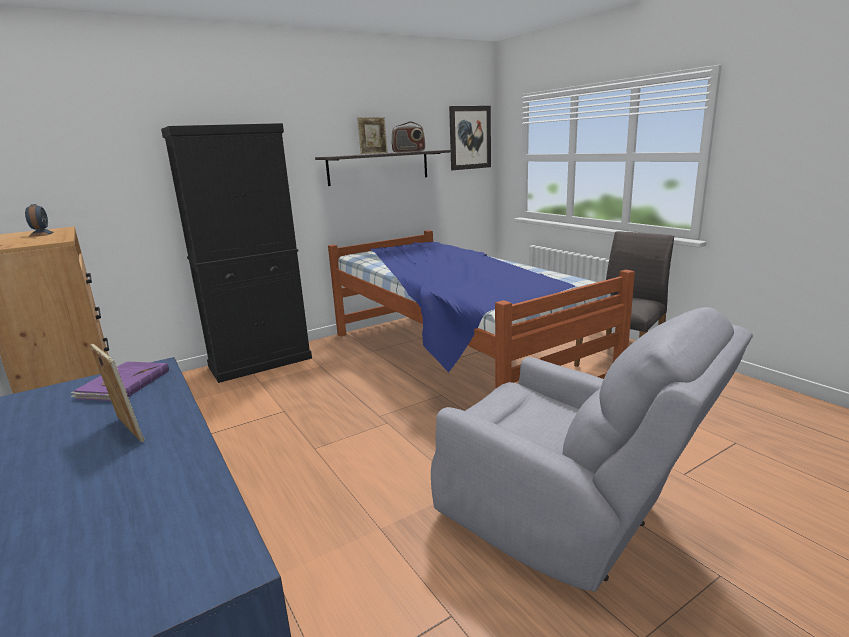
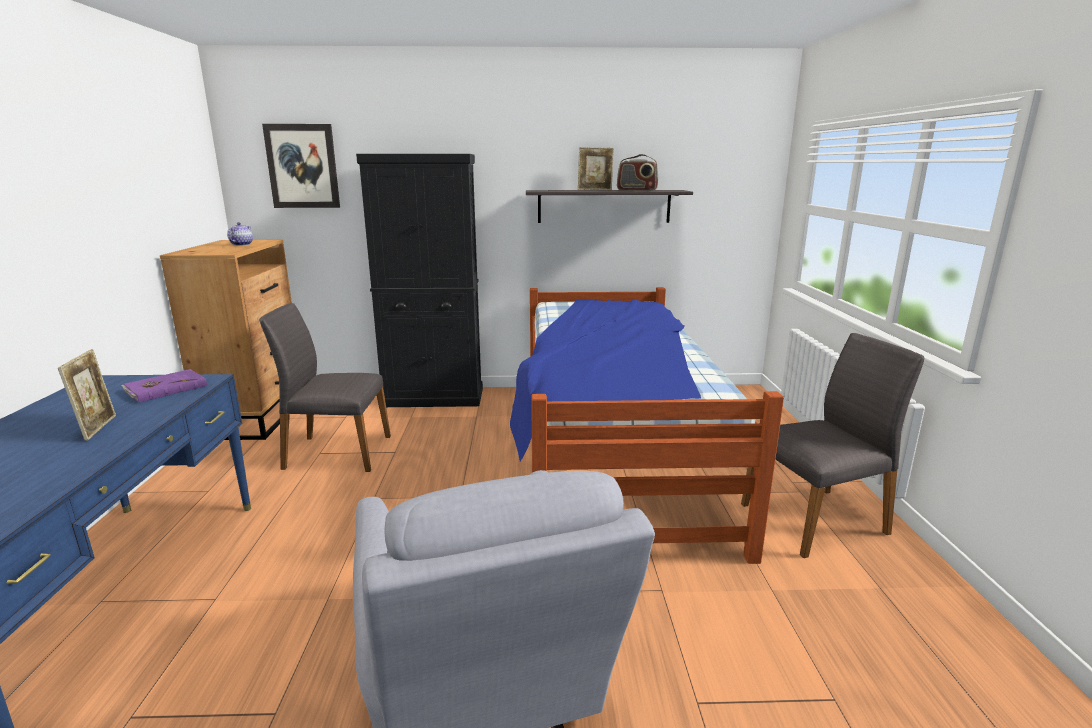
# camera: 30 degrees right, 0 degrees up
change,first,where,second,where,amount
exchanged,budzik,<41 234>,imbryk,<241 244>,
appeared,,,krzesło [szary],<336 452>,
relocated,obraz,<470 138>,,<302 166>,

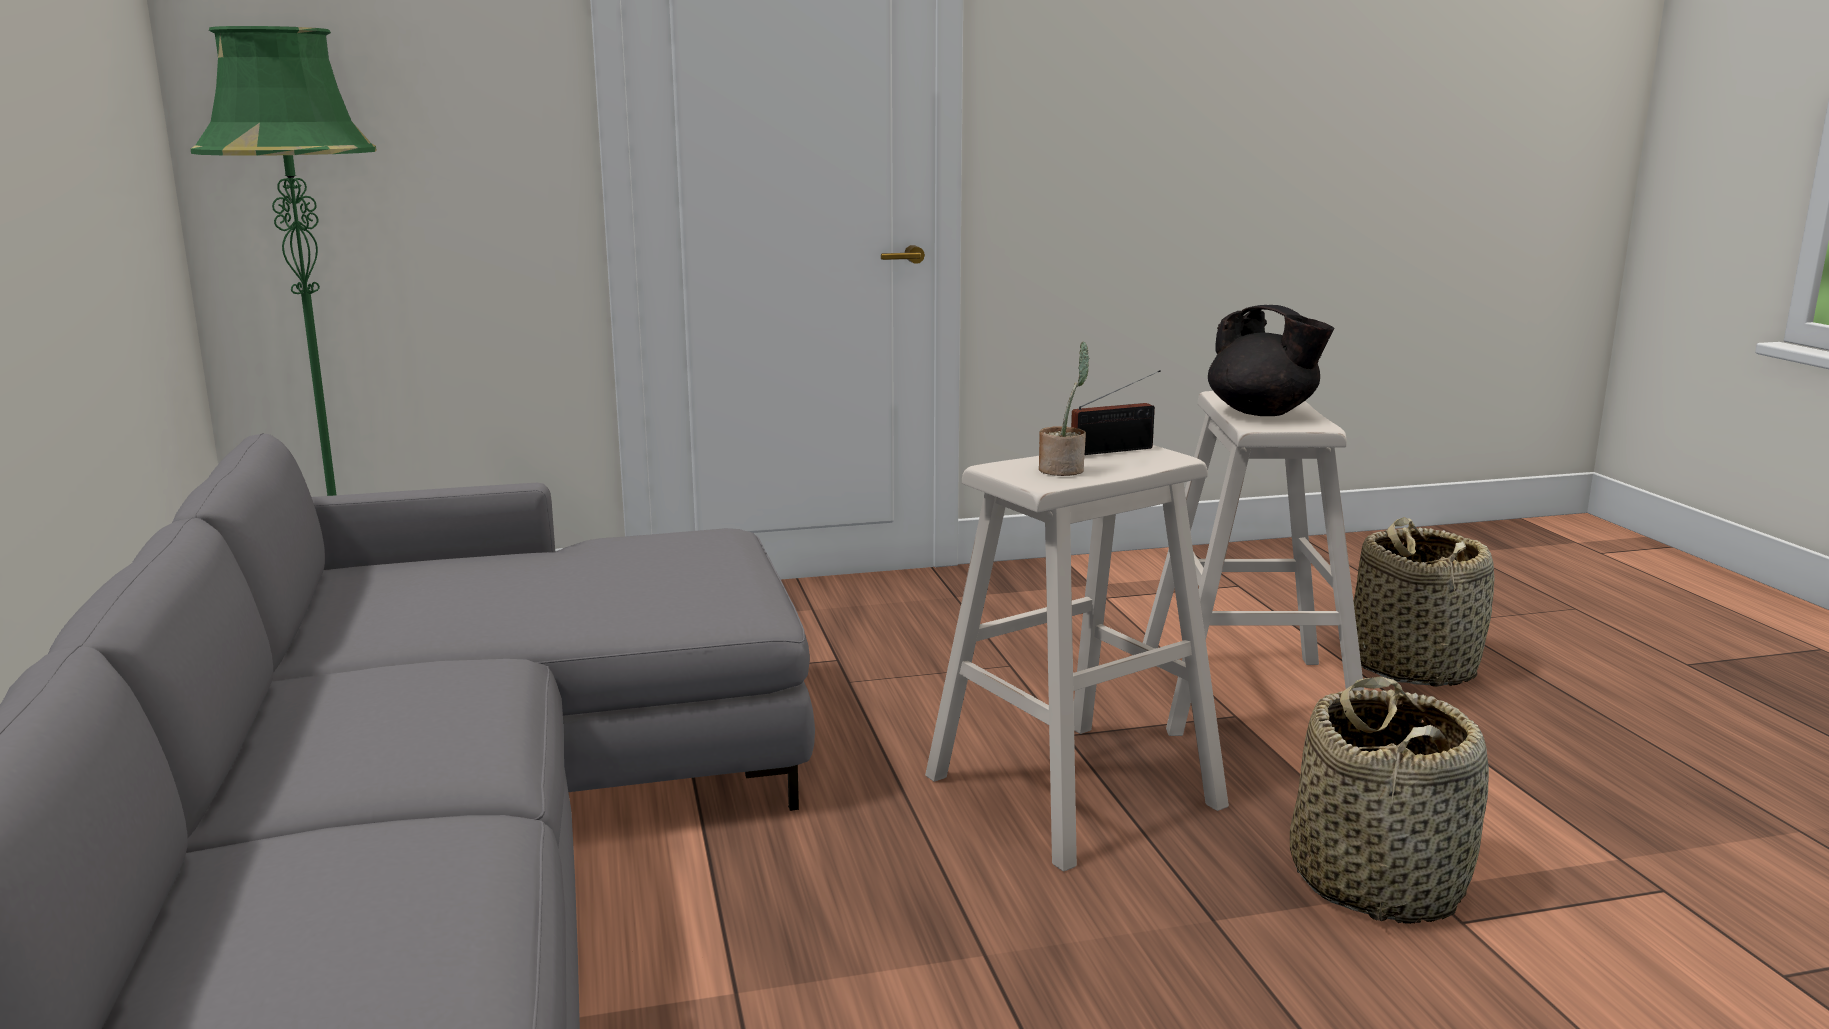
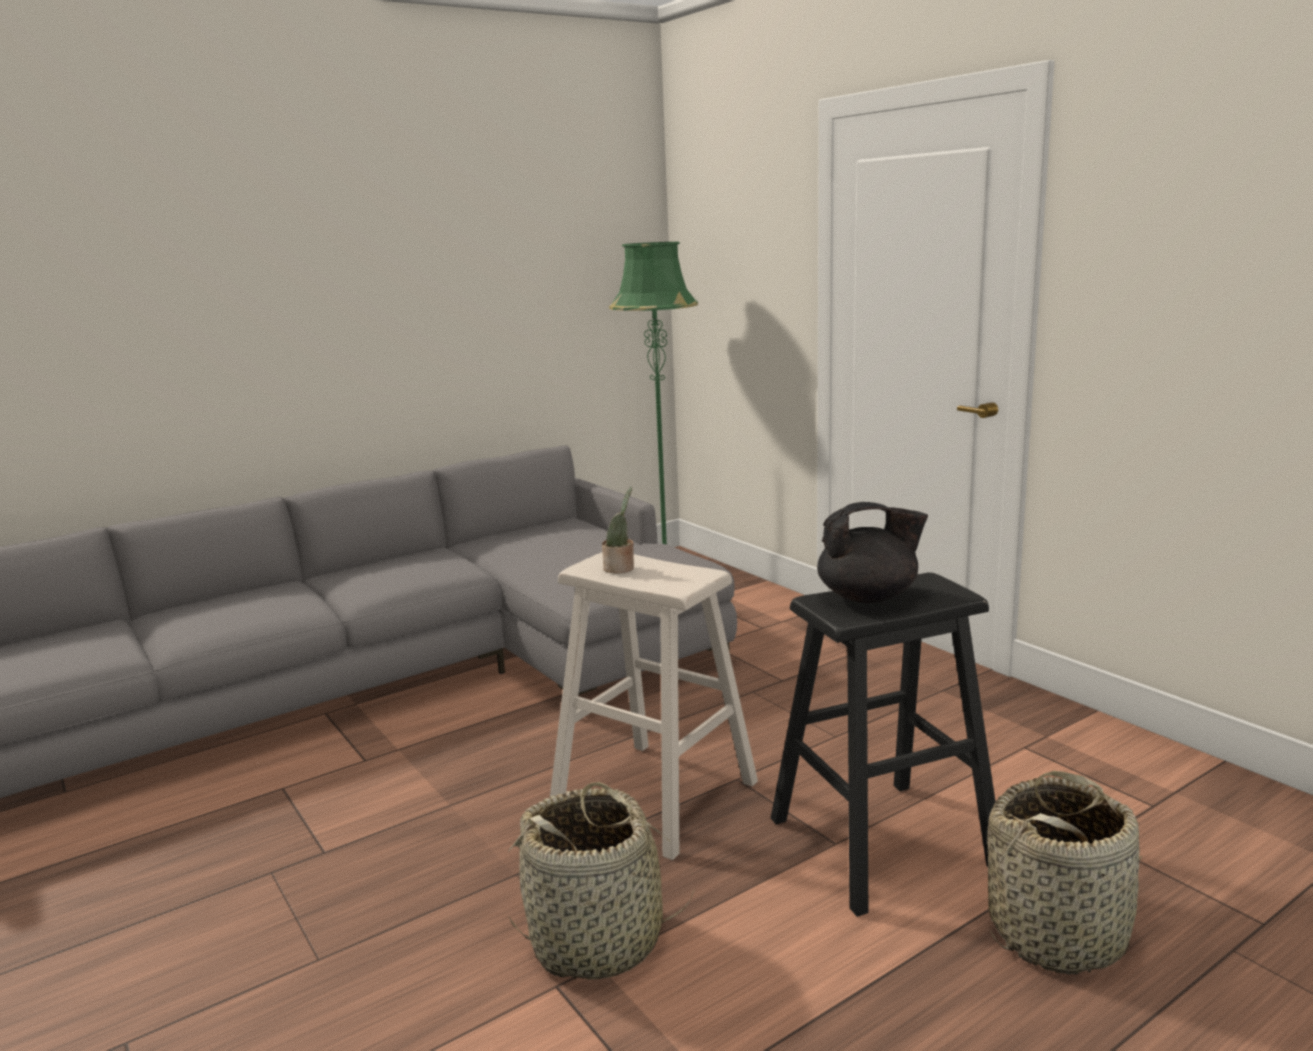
# camera: 70 degrees right, 0 degrees up
change,first,where,second,where,amount
colour,stołek [beżowy],<1246 696>,stołek [czarny],<881 844>,
spun,imbryk [czarny],<1263 413>,,<869 597>,120 degrees counterclockwise
missing,radio,<1116 450>,,,

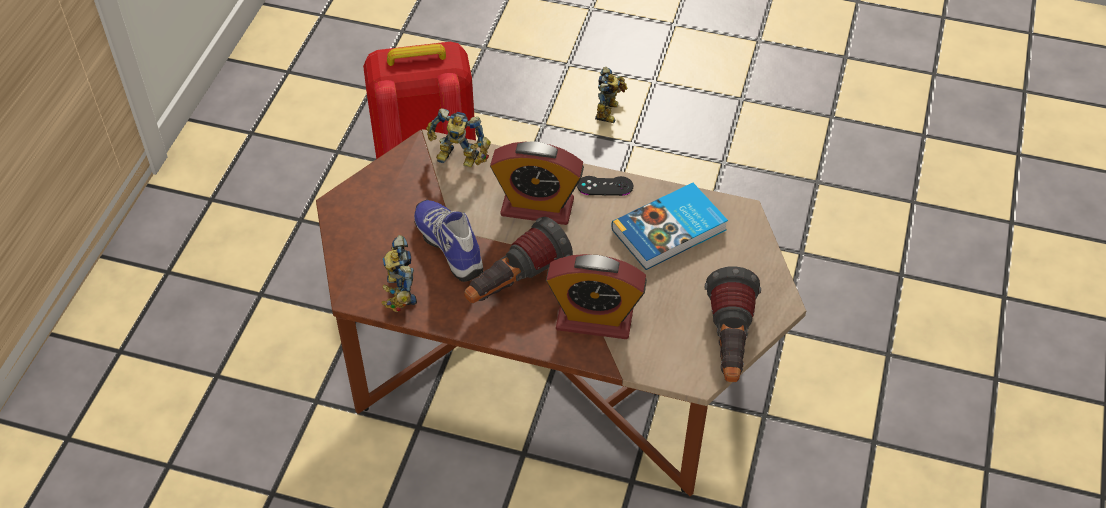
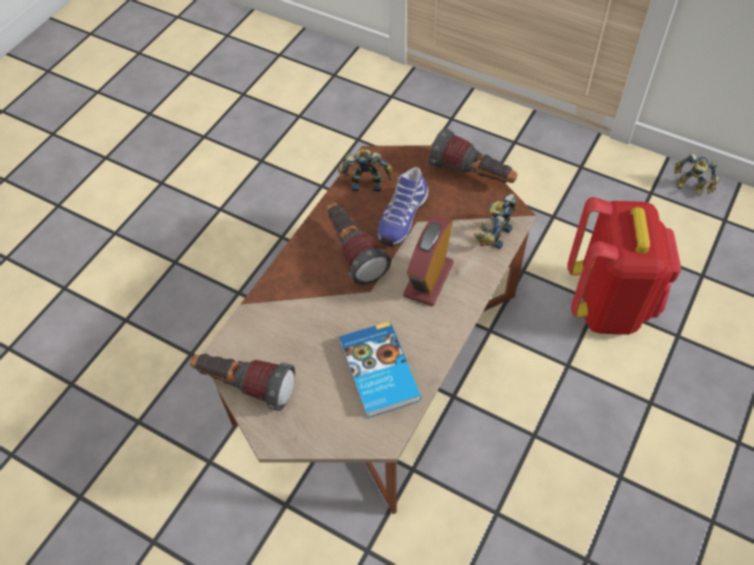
# camera: 105 degrees right, 5 degrees up
change,first,where,second,where,amount
spun,but,<451 246>,,<401 217>,135 degrees clockwise
appeared,,,latarka,<472 175>,
relocated,robot zabawkowy,<610 111>,,<690 188>,
missing,budzik,<594 319>,,,
missing,pad do gier [czarny],<605 186>,,,

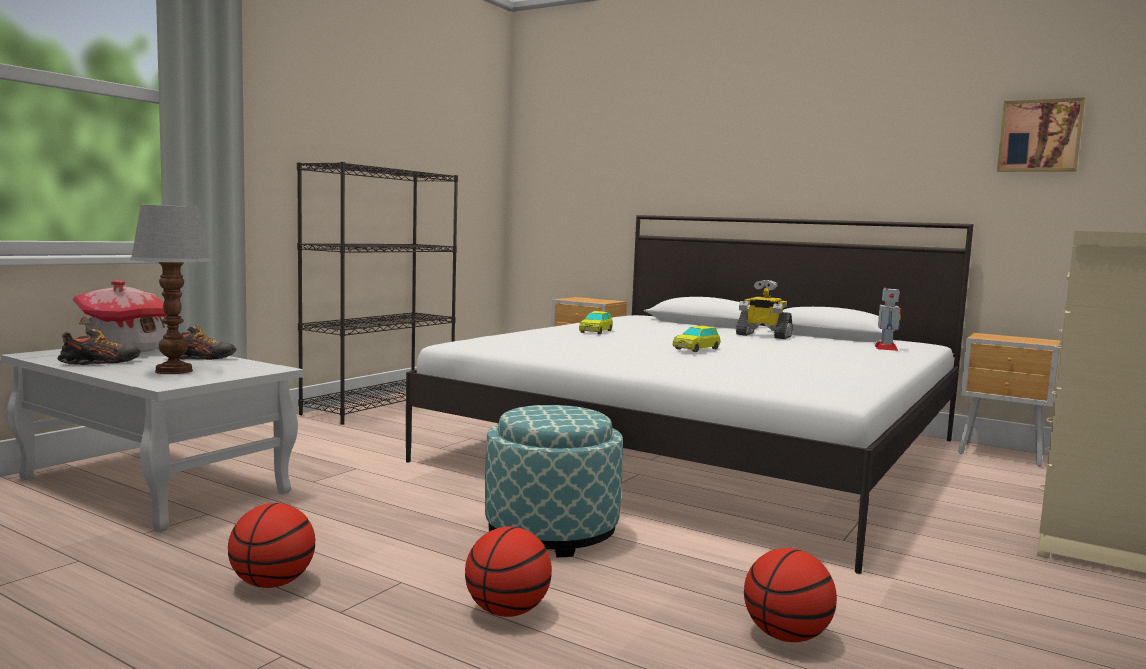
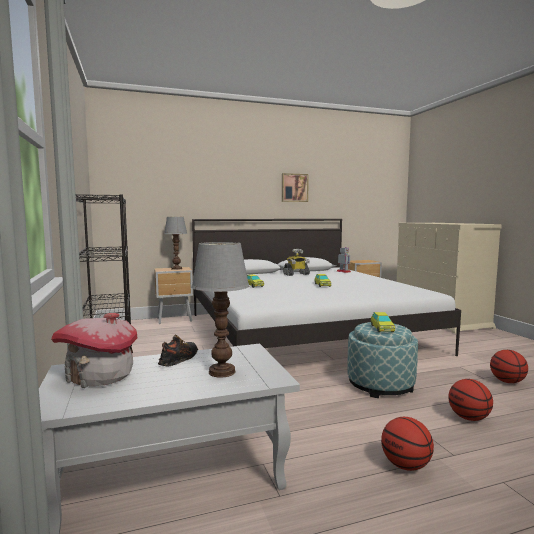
# camera: 50 degrees left, 0 degrees up
change,first,where,second,where,amount
appeared,,,lampa stołowa,<176 268>,
relocated,obraz,<1040 136>,,<294 188>,
appeared,,,samochodzik,<382 329>,
missing,but,<101 363>,,,

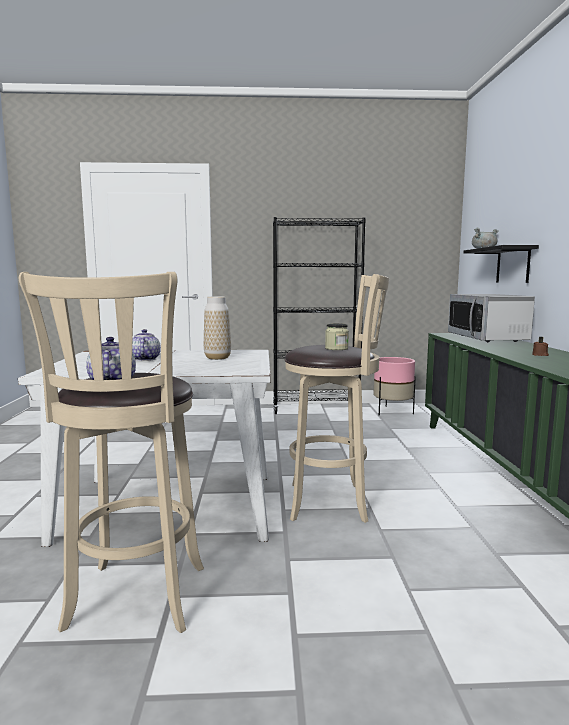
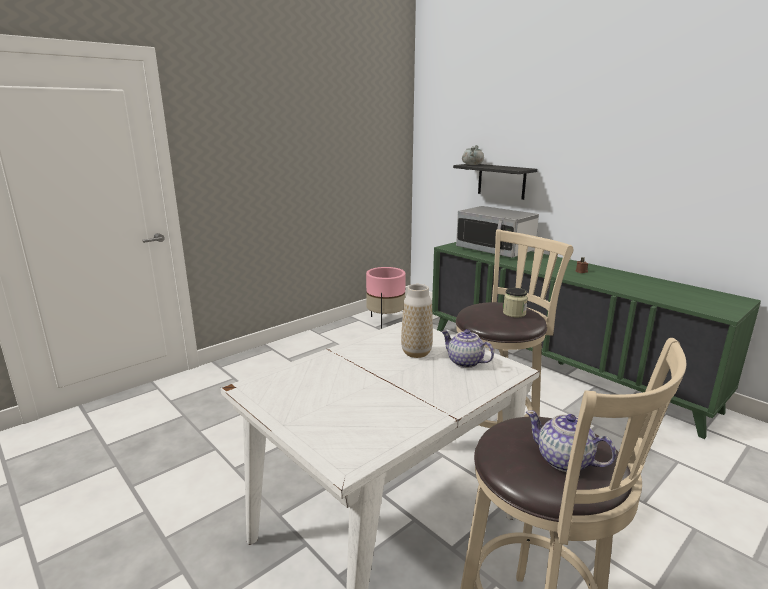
# camera: 40 degrees left, 10 degrees up
change,first,where,second,where,amount
relocated,imbryk,<144 359>,,<464 362>,
missing,regał [czarny],<315 409>,,,

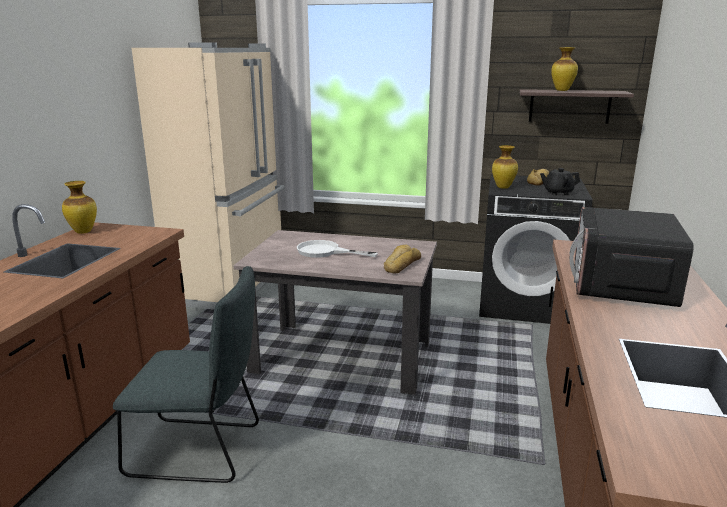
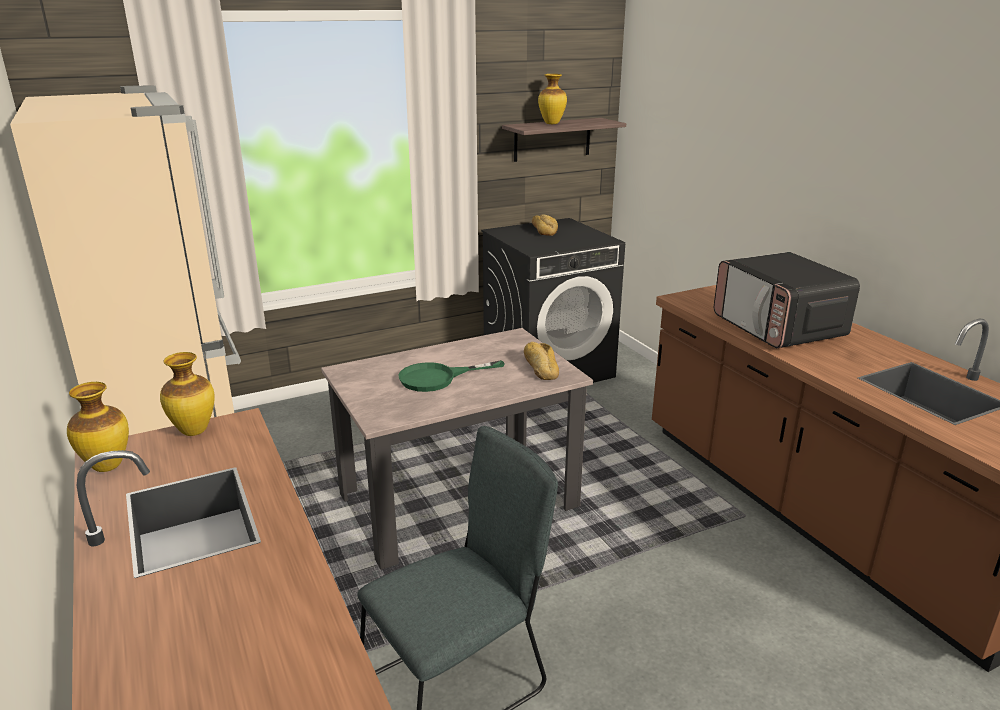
# camera: 40 degrees left, 5 degrees up
change,first,where,second,where,amount
relocated,wazon,<503 187>,,<195 431>,
colour,patelnia [biały],<325 252>,patelnia [zielony],<437 378>,
missing,imbryk [czarny],<558 193>,,,

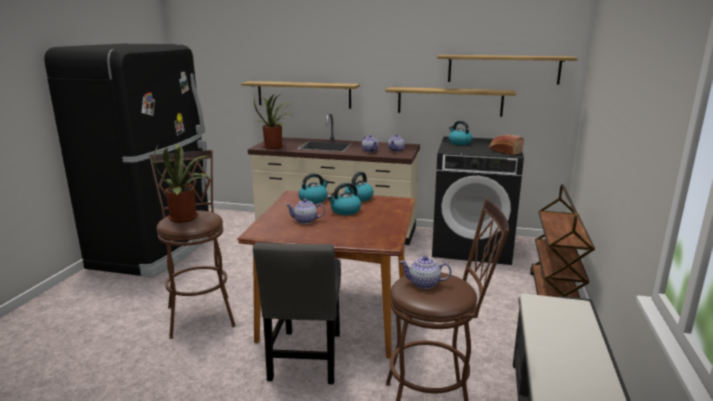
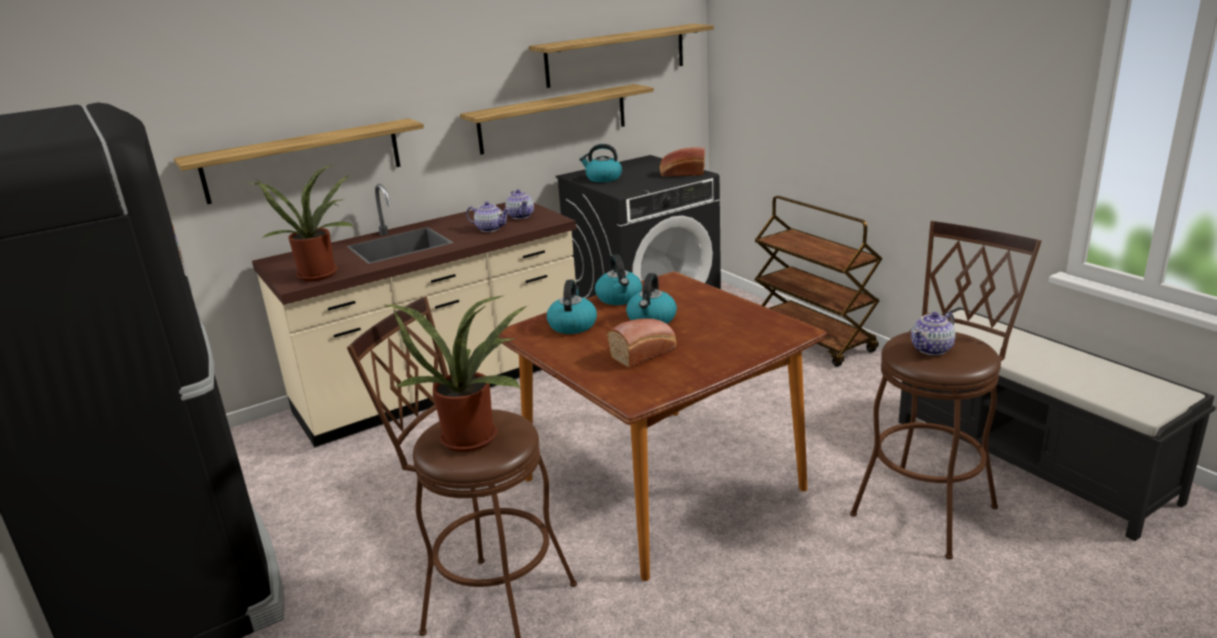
# camera: 45 degrees left, 5 degrees up
change,first,where,second,where,amount
exchanged,imbryk,<305 221>,chleb,<645 353>,
missing,krzesło [szary],<306 359>,,,

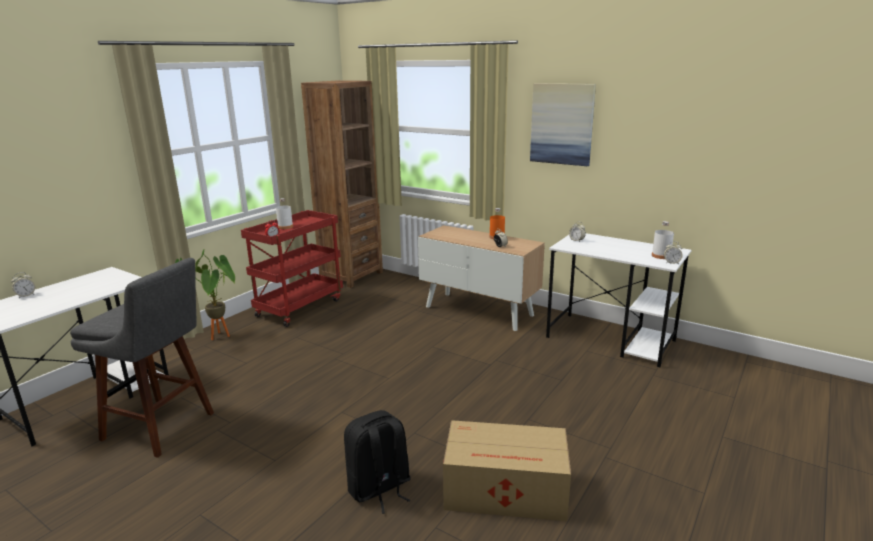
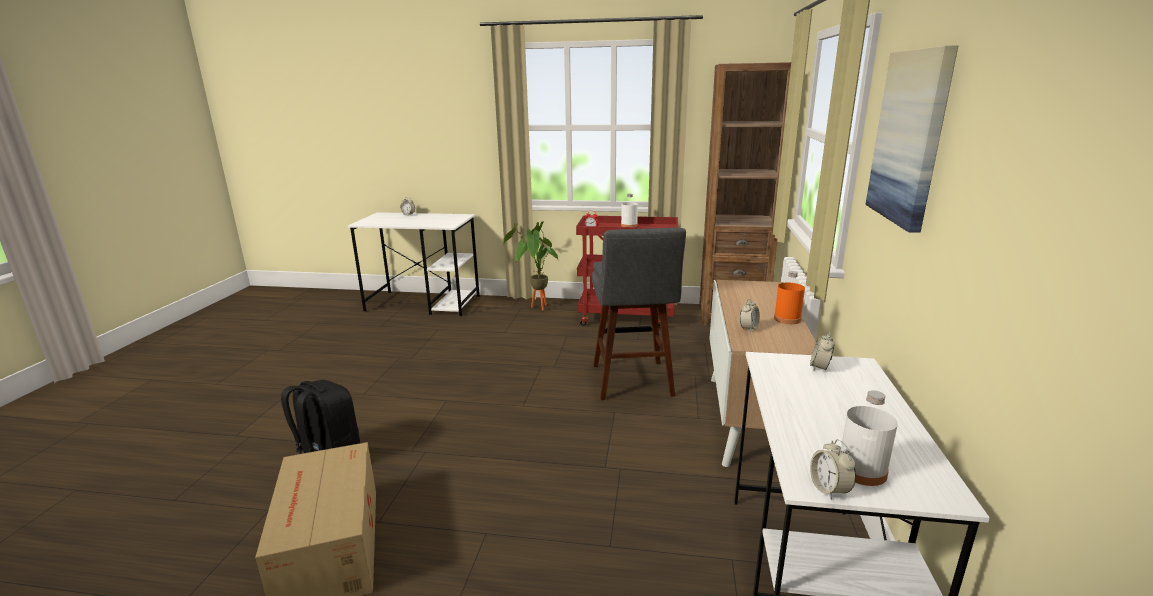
# camera: 65 degrees right, 0 degrees up
change,first,where,second,where,amount
relocated,stołek [szary],<162 427>,,<632 382>,

